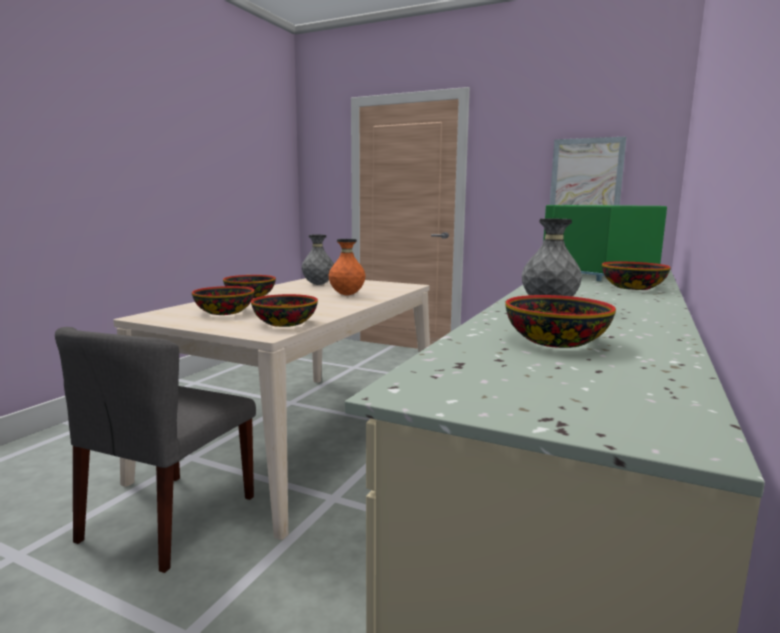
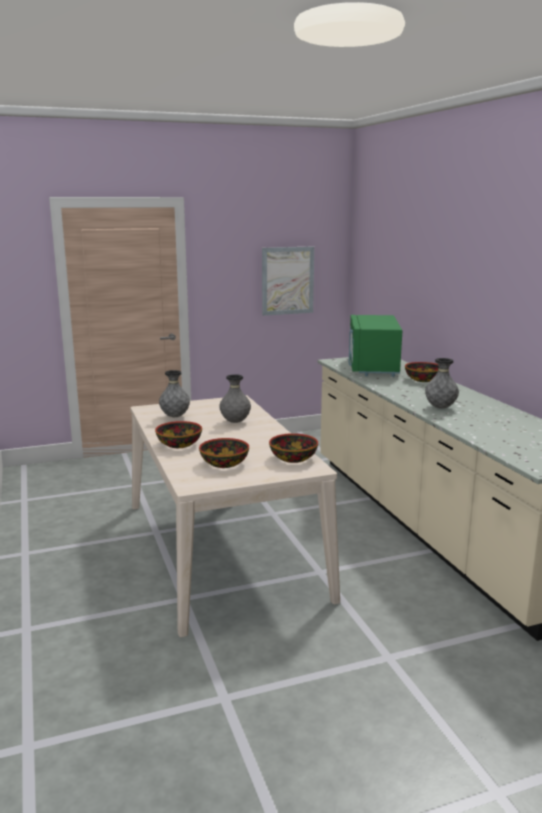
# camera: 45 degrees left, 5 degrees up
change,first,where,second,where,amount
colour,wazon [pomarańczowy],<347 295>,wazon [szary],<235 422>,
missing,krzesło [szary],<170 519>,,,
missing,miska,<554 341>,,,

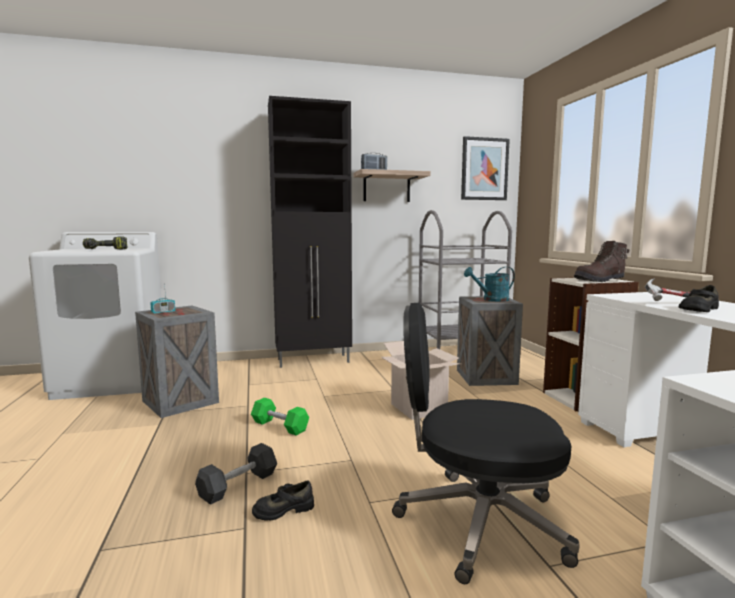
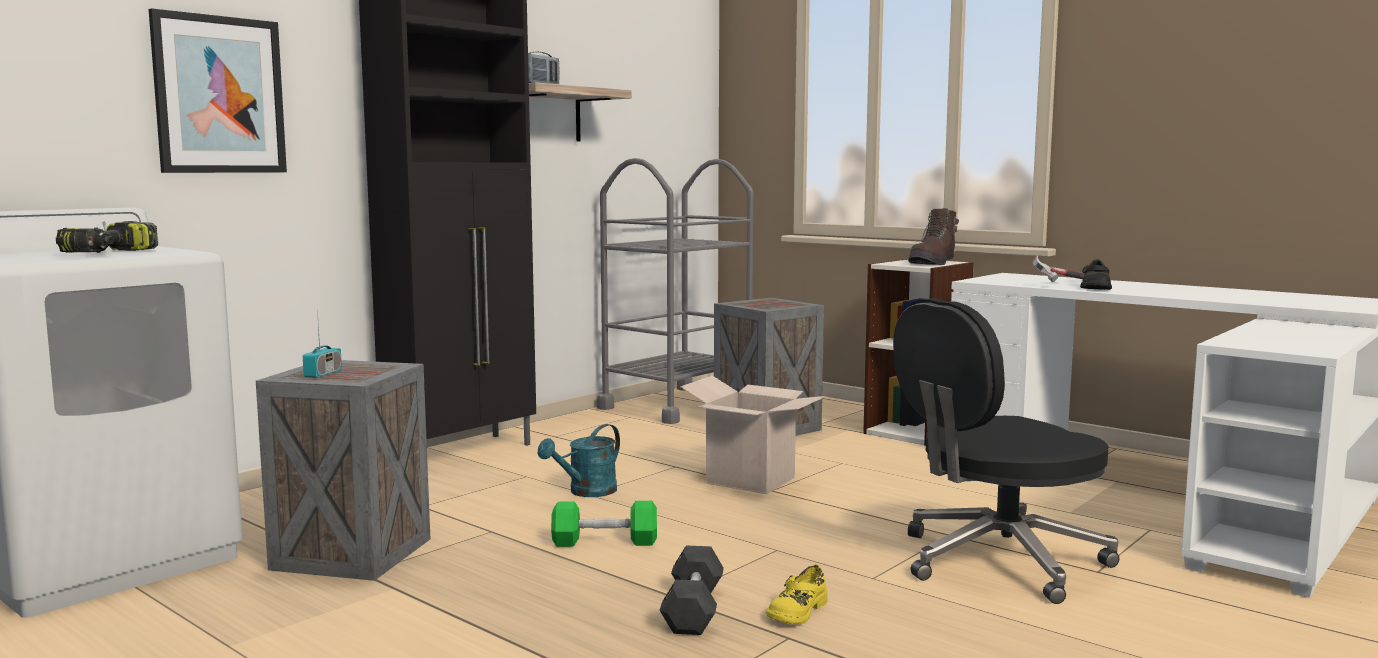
# camera: 35 degrees left, 0 degrees up
change,first,where,second,where,amount
relocated,obraz,<484 169>,,<219 95>,
relocated,konewka [turkusowy],<491 300>,,<586 492>,
colour,but [czarny],<283 509>,but [żółty],<796 611>,

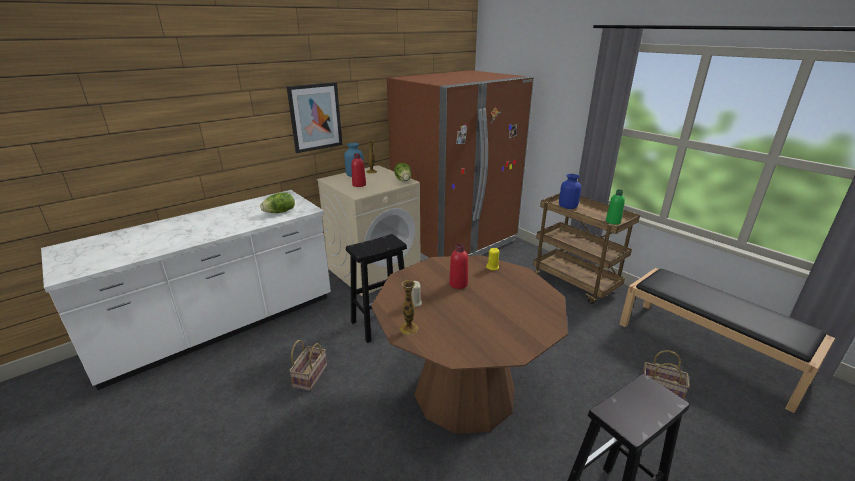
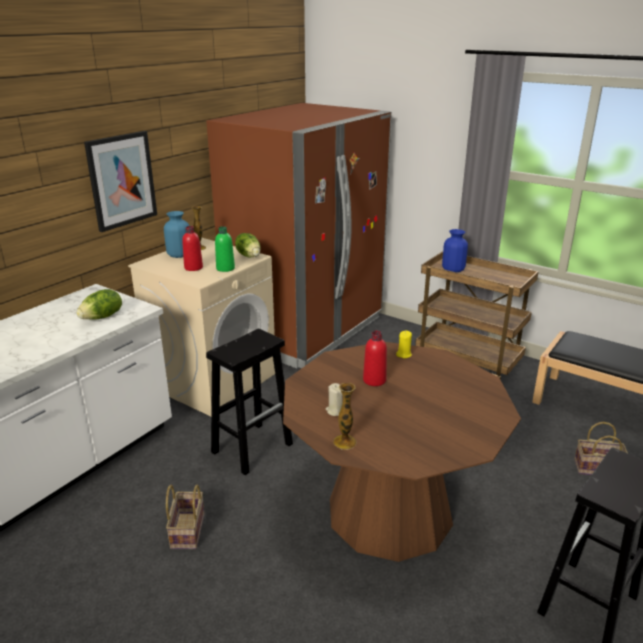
# camera: 15 degrees left, 0 degrees up
change,first,where,second,where,amount
relocated,butelka [zielony],<613 221>,,<225 268>,

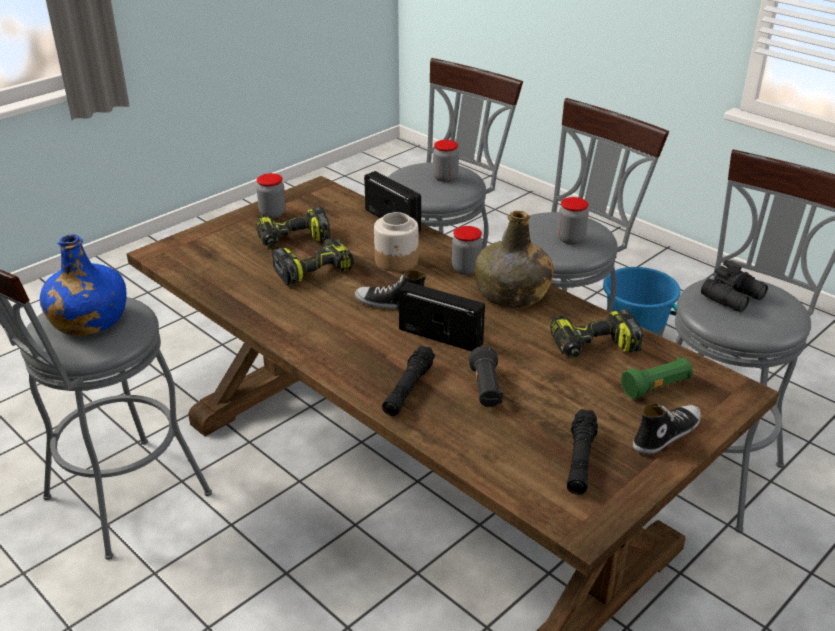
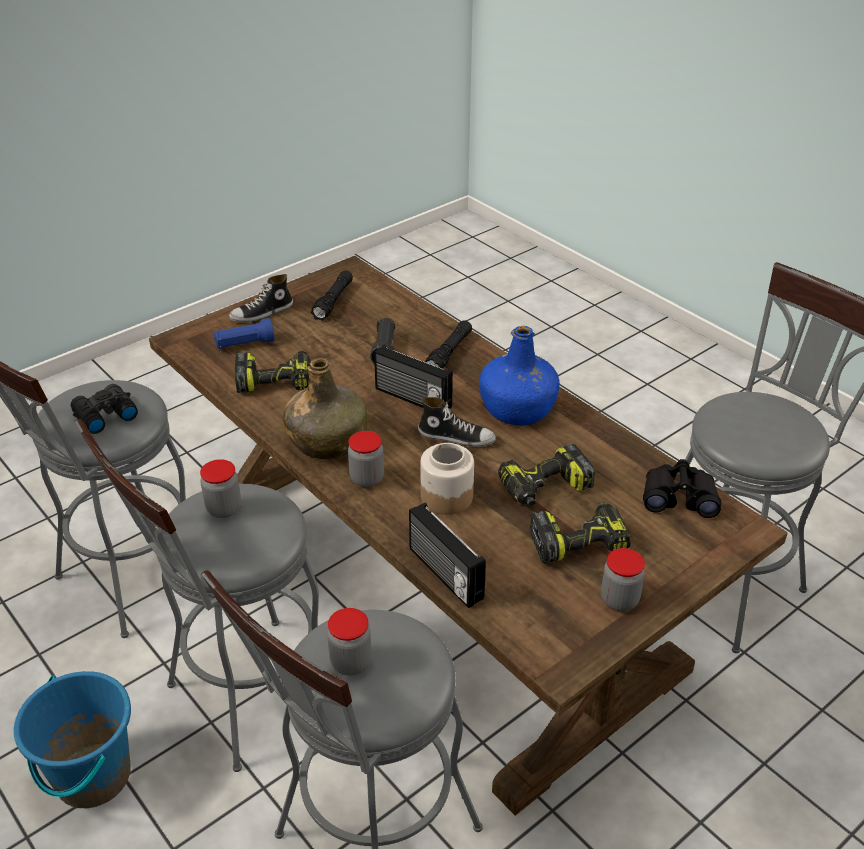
# camera: 175 degrees left, 5 degrees up
change,first,where,second,where,amount
colour,latarka [zielony],<656 387>,latarka [niebieski],<244 344>,
relocated,butelka [niebieski],<88 321>,,<518 408>,
appeared,,,lornetka [czarny],<679 497>,

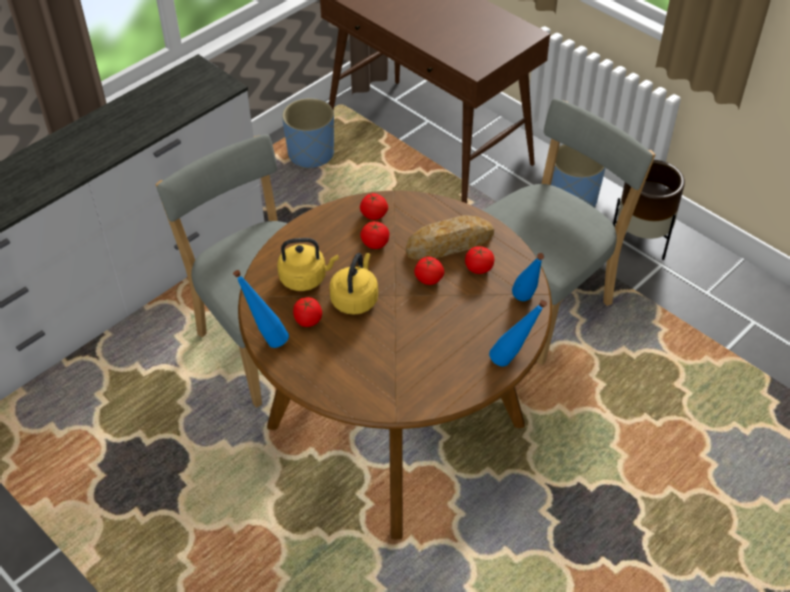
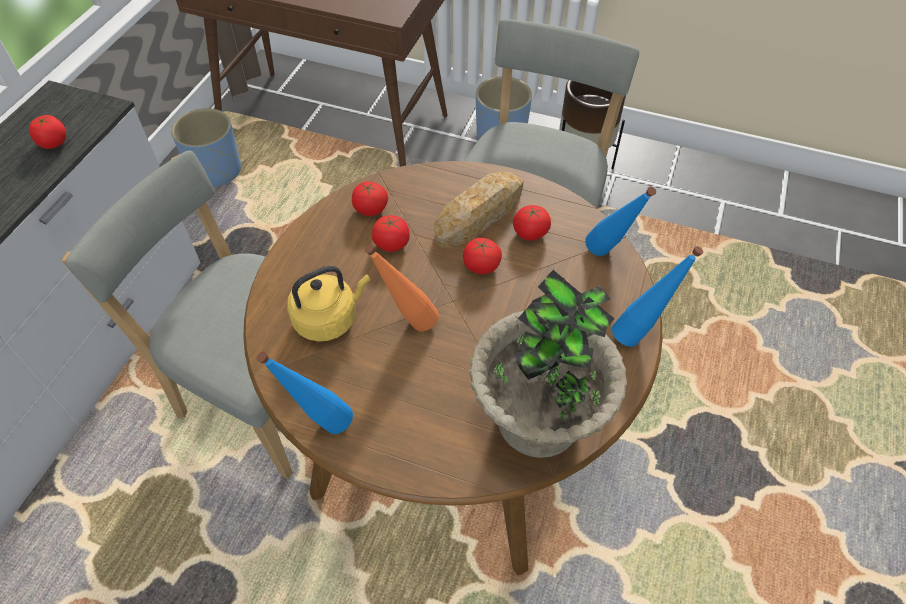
# camera: 25 degrees left, 5 degrees up
change,first,where,second,where,amount
relocated,pomidor,<308 320>,,<53 143>,
exchanged,czajnik [żółty],<355 299>,butelka [pomarańczowy],<407 323>,
appeared,,,roślina doniczkowa,<538 420>,

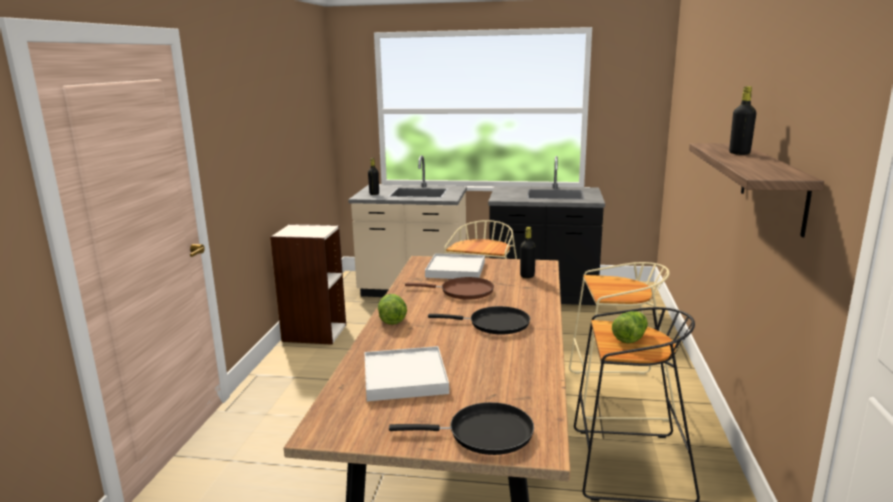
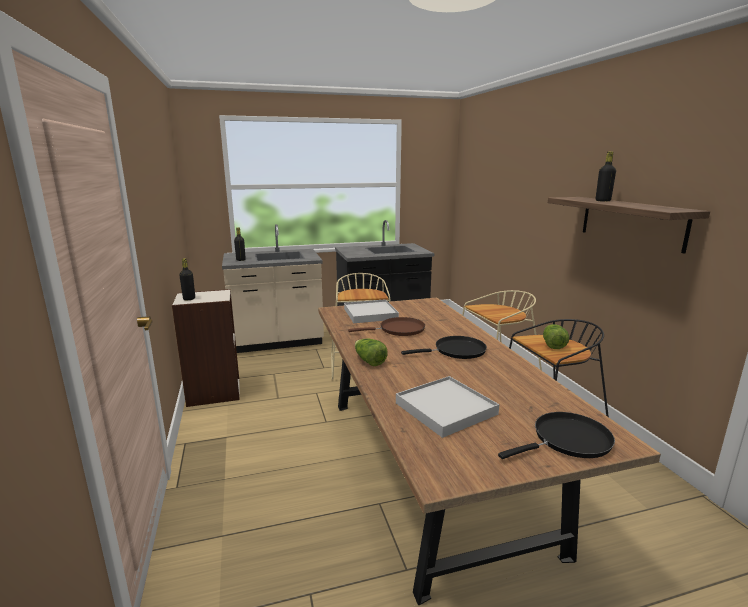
# camera: 25 degrees left, 0 degrees up
change,first,where,second,where,amount
relocated,butelka [czarny],<527 276>,,<189 299>,

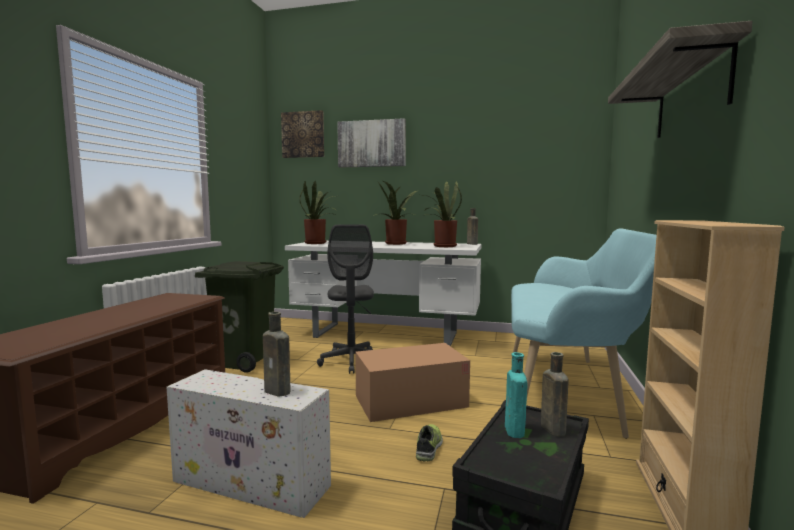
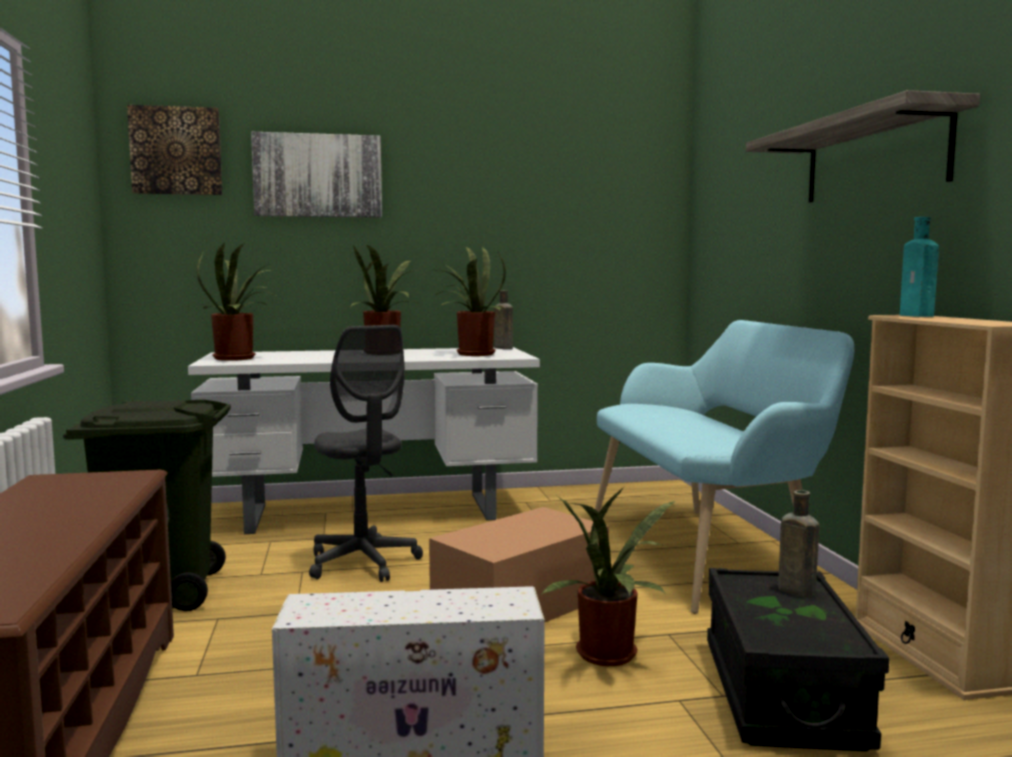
# camera: 25 degrees left, 0 degrees up
change,first,where,second,where,amount
exchanged,but,<429 447>,roślina doniczkowa,<610 657>,
relocated,butelka [turkusowy],<515 432>,,<918 316>,
missing,butelka [brązowy],<279 391>,,,

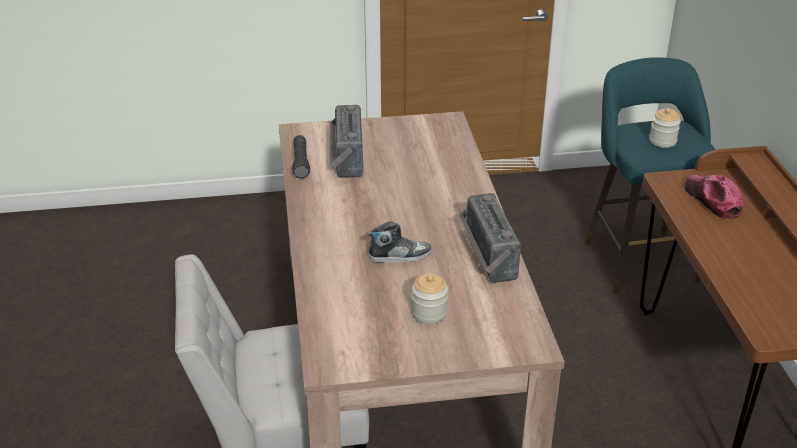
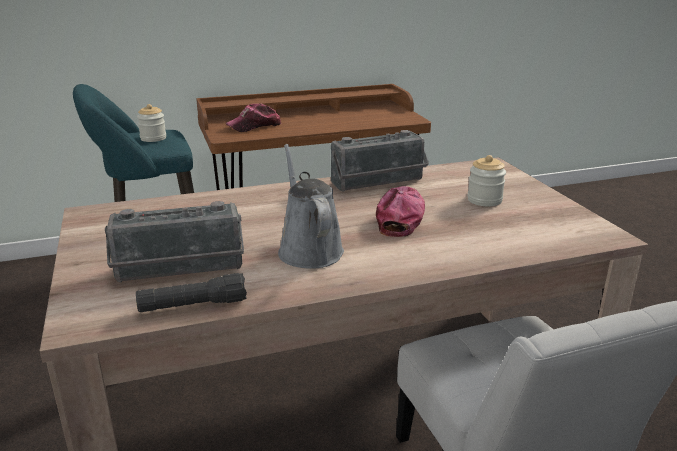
# camera: 100 degrees left, 10 degrees down
change,first,where,second,where,amount
appeared,,,konewka [szary],<308 249>,
exchanged,but,<400 255>,czapka z daszkiem,<401 218>,

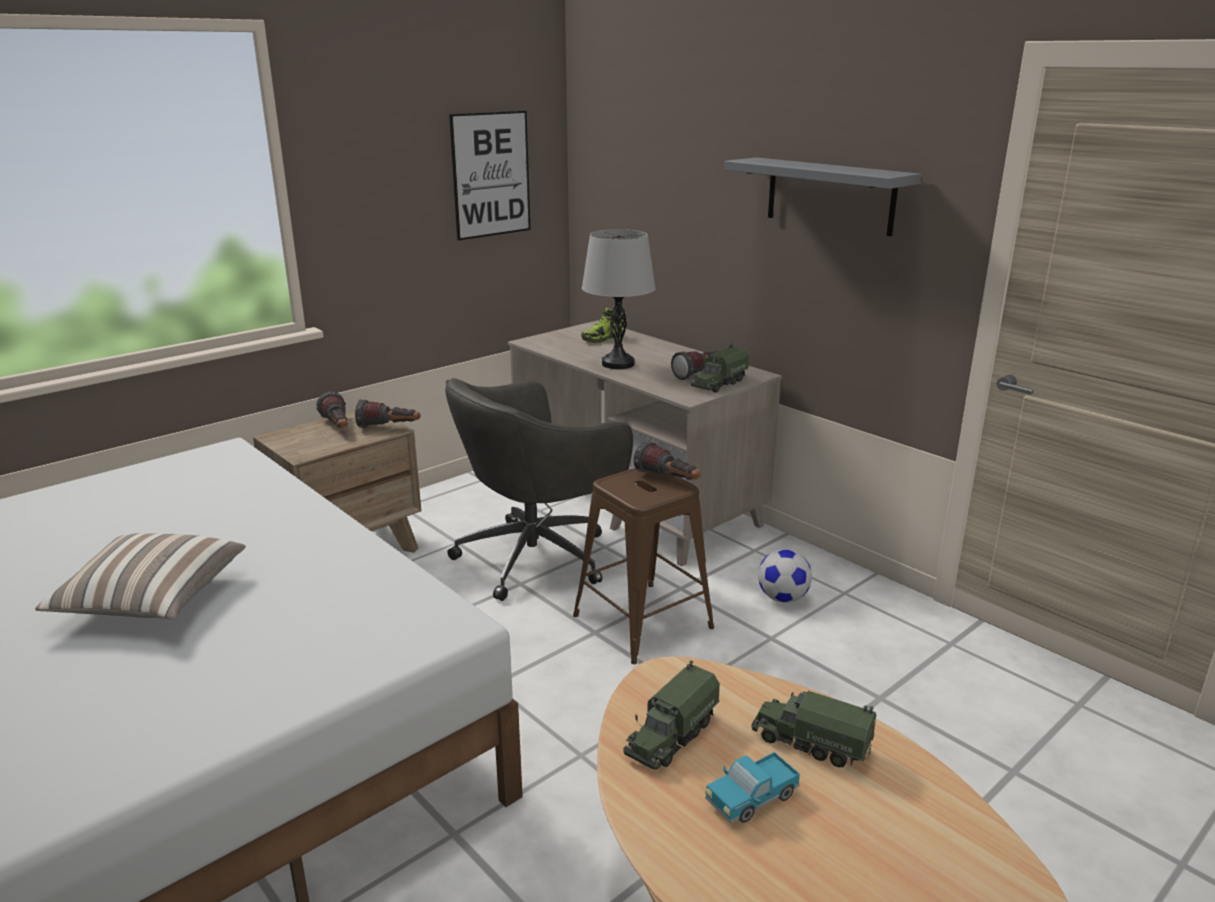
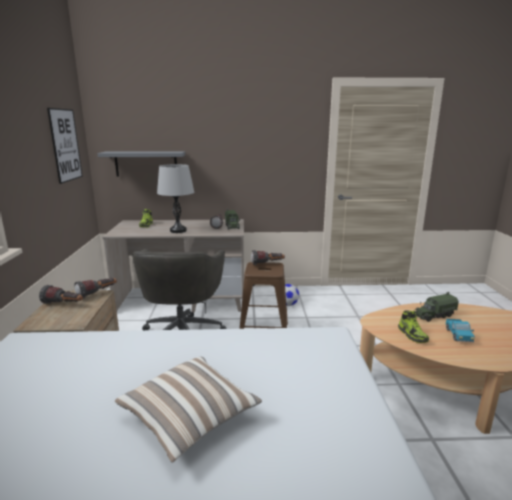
# camera: 50 degrees left, 5 degrees down
change,first,where,second,where,amount
relocated,półka [szary],<830 195>,,<146 163>,
exchanged,ciężarówka zabawkowa,<671 736>,but,<412 335>,

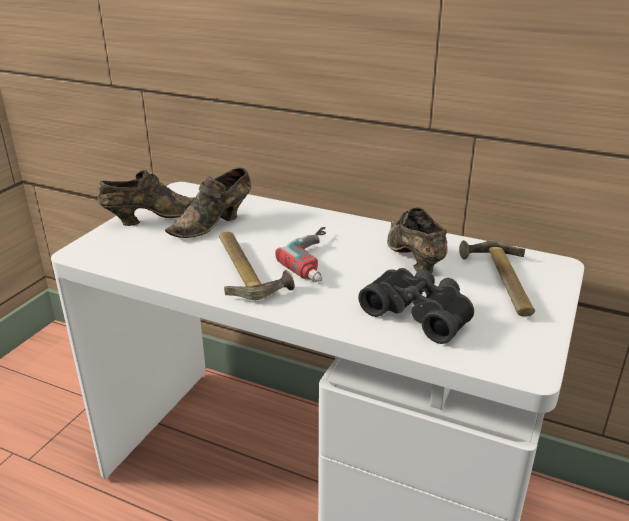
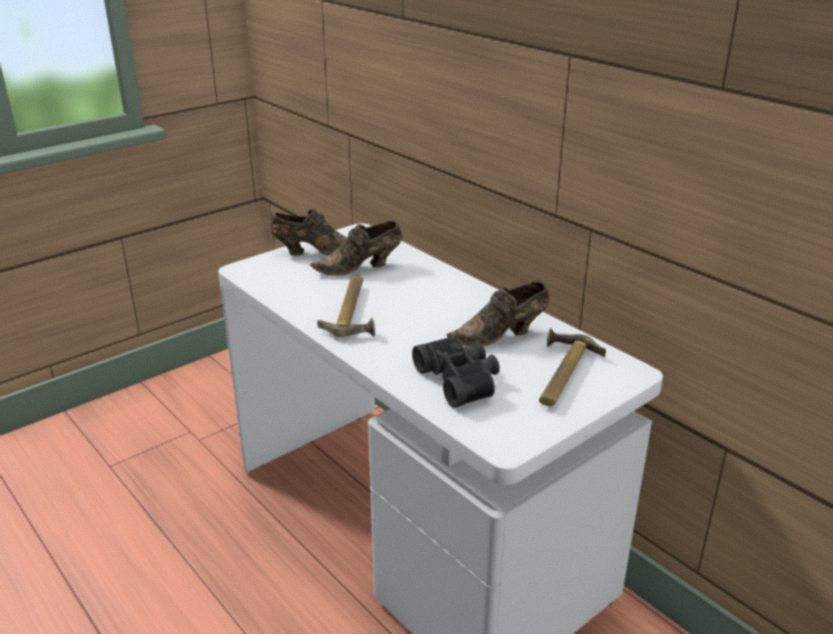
# camera: 25 degrees right, 0 degrees up
change,first,where,second,where,amount
spun,but [brązowy],<413 259>,,<501 335>,120 degrees counterclockwise
missing,wiertarka,<320 259>,,,

